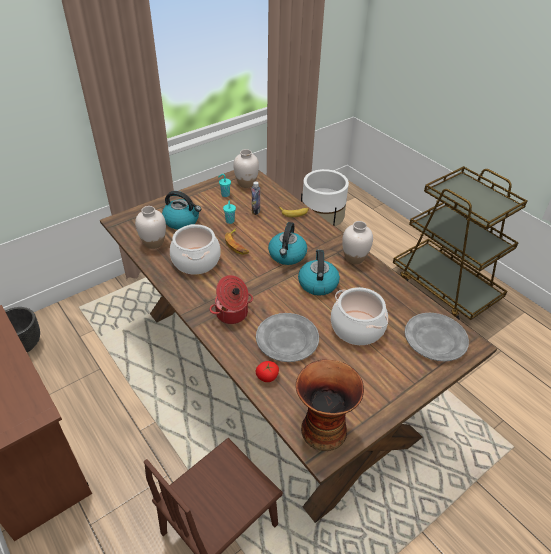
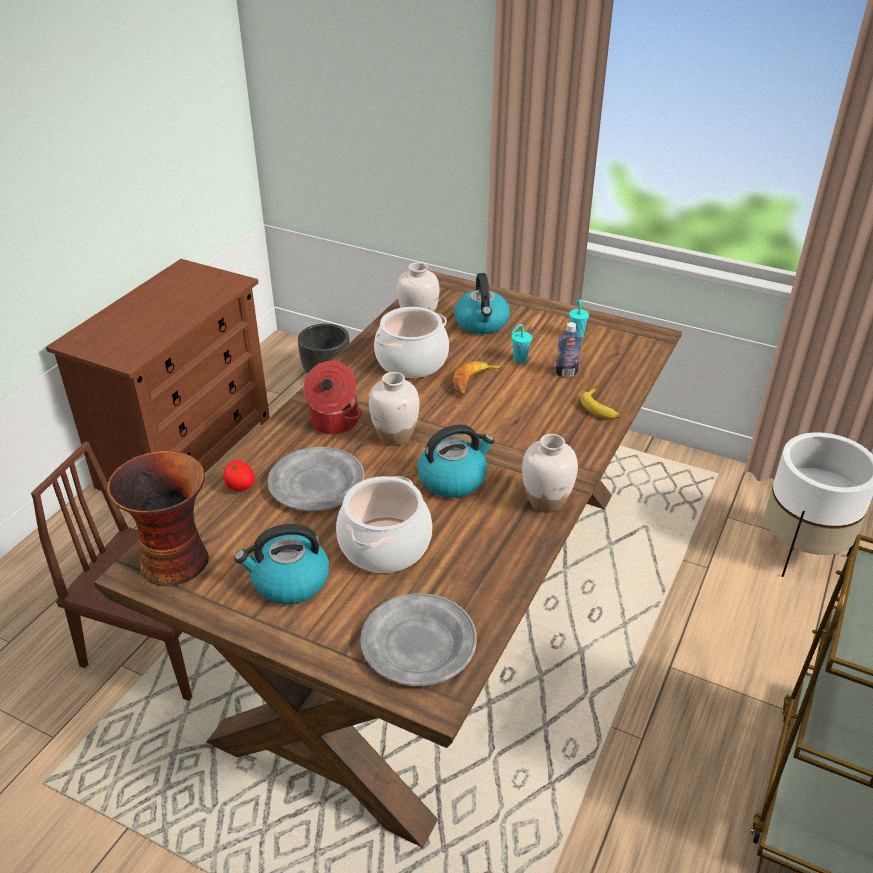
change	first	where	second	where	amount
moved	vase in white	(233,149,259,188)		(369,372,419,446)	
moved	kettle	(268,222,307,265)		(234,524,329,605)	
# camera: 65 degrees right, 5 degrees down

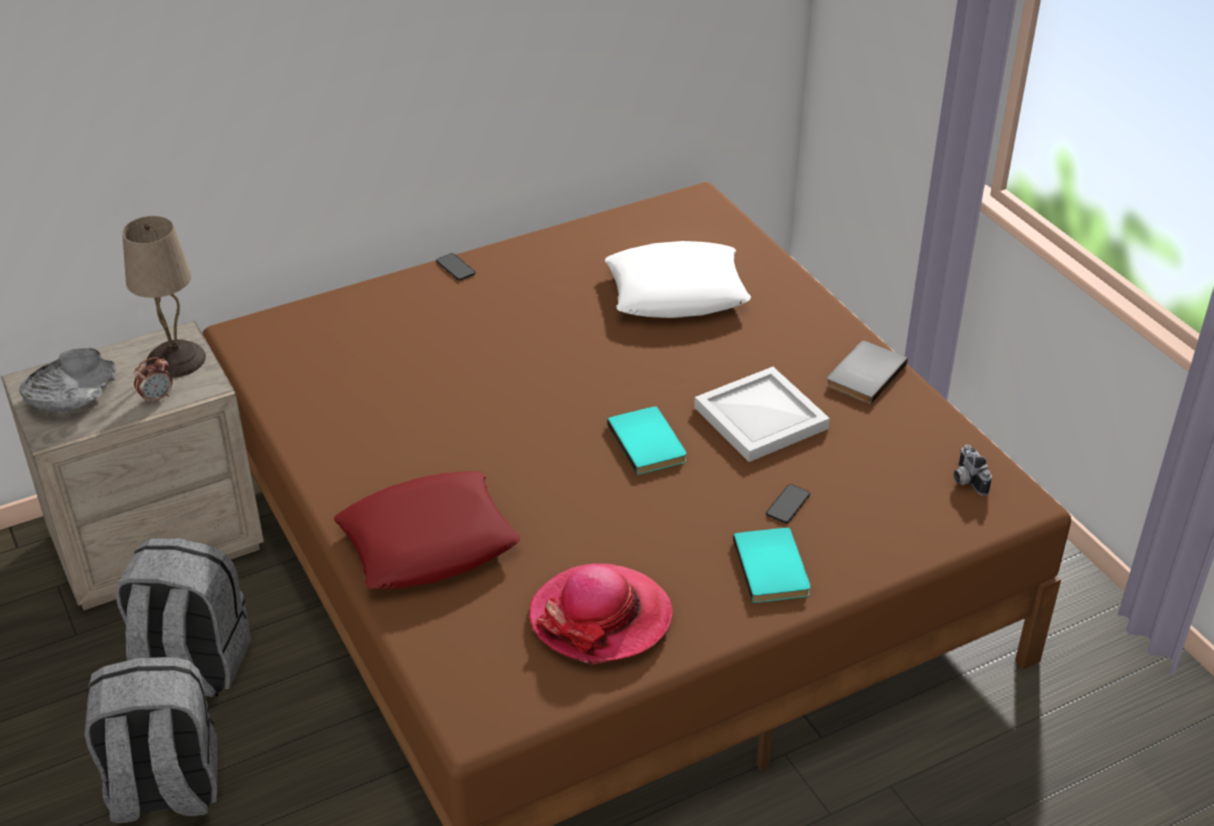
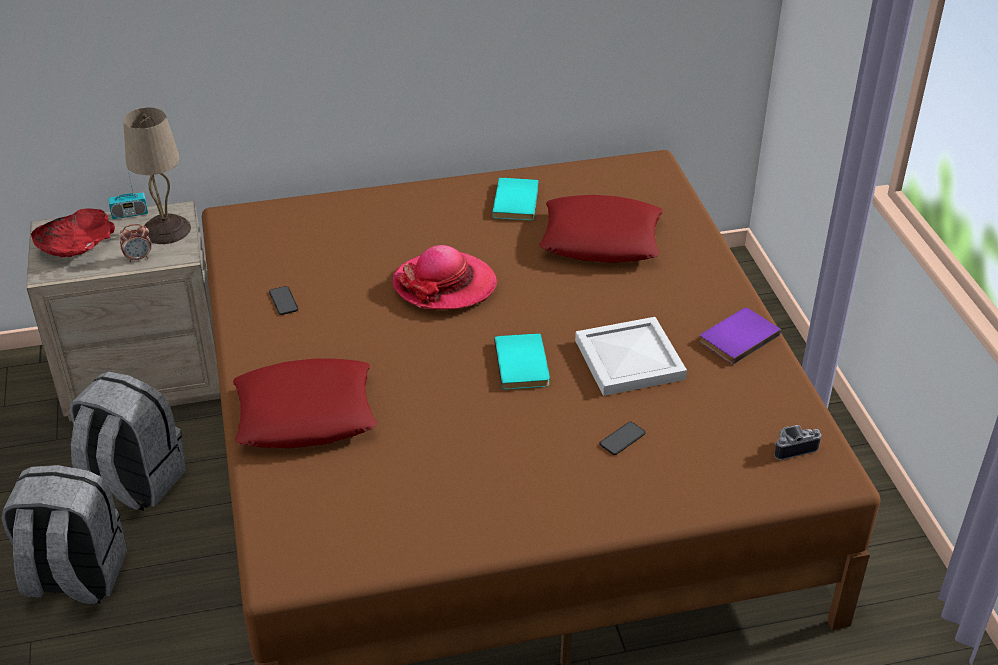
change	first	where	second	where	amount
recoloured	pillow in white	(605,241,751,318)	pillow in red	(539,195,663,263)	
moved	phone	(436,253,476,280)		(269,286,298,315)	
recoloured	book in grey	(826,341,908,405)	book in purple	(699,308,781,365)	
recoloured	bowl in grey	(19,348,116,413)	bowl in red	(31,208,115,258)	
turned	photo camera	(954,444,992,496)		(774,425,821,460)	75 degrees clockwise
moved	book in turquoise	(733,527,810,603)		(492,178,539,220)	
moved	hat	(529,563,673,665)		(392,245,497,310)	
added			radio	(108,171,148,219)	
# camera: 15 degrees right, 0 degrees up

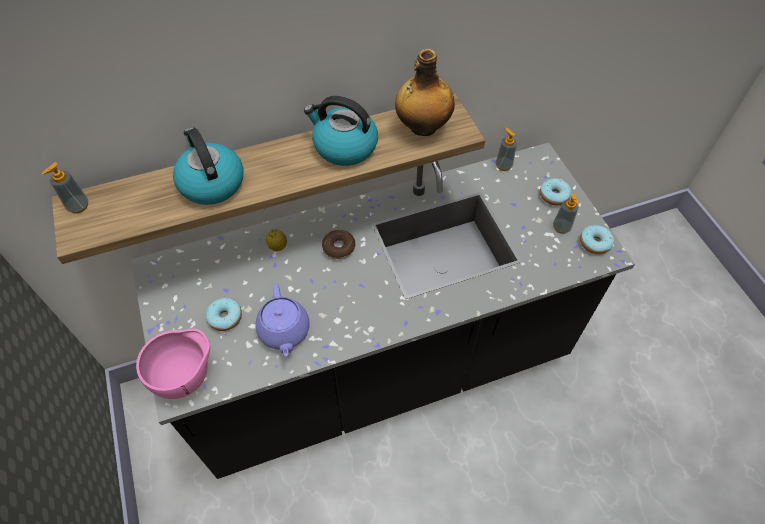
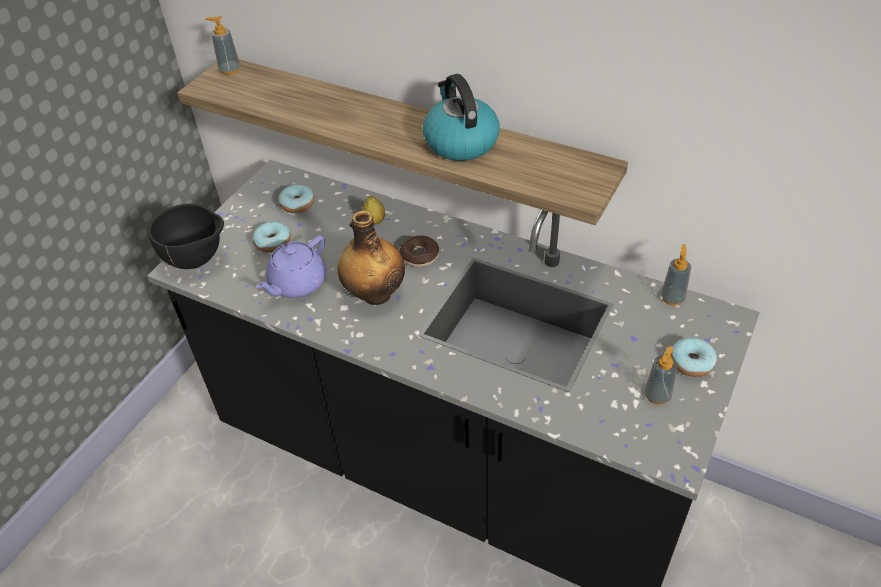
change	first	where	second	where	amount
moved	bottle	(395,49,455,136)		(338,211,405,305)	
removed	kettle	(173,127,243,205)			
moved	donut	(580,225,614,254)		(278,184,315,213)	
recoloured	bowl in pink	(136,329,210,399)	bowl in black	(148,203,224,269)	
# camera: 50 degrees right, 10 degrees down

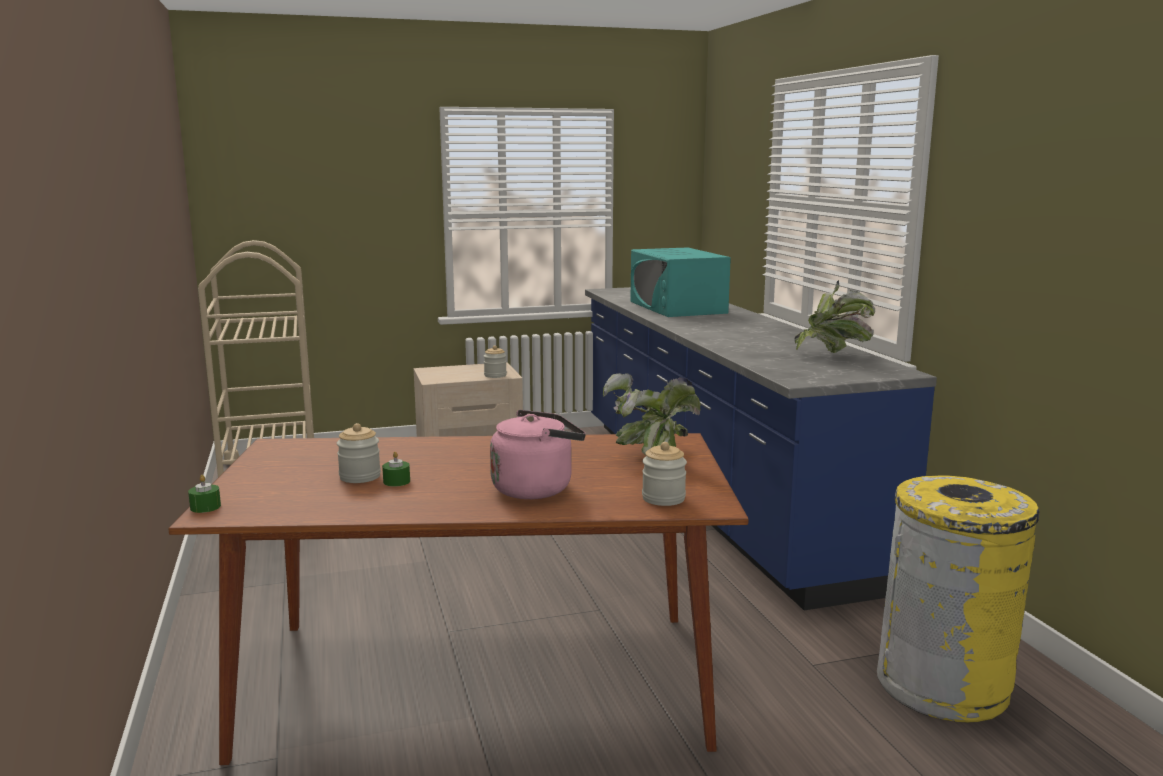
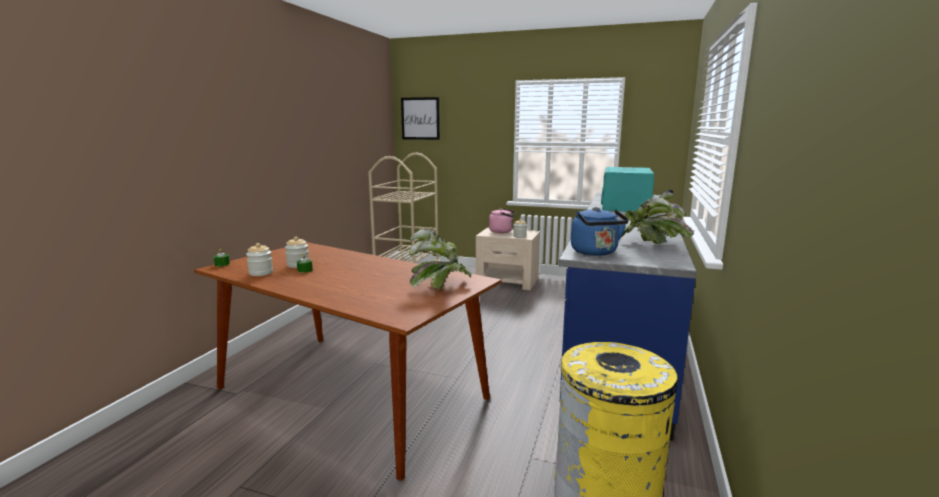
change	first	where	second	where	amount
moved	kettle in pink	(490,410,586,499)		(489,208,516,233)	
moved	jar	(642,442,687,506)		(246,243,273,276)	
added			picture	(401,97,440,140)	
added			kettle in blue	(571,207,629,256)	
# camera: 35 degrees right, 0 degrees up

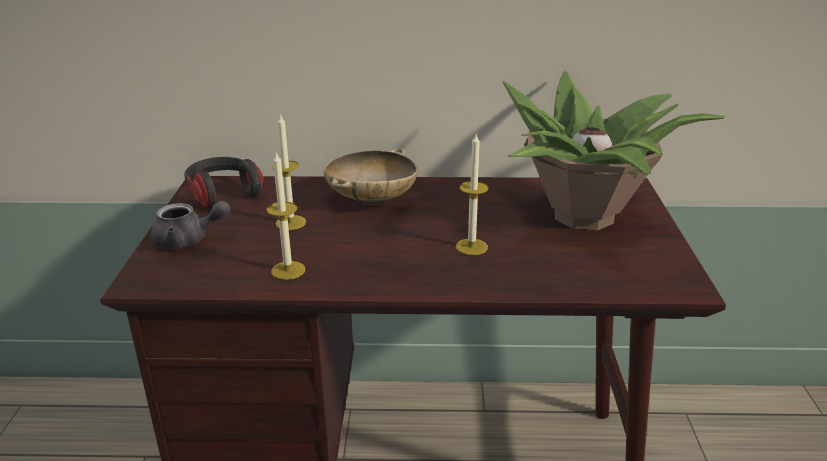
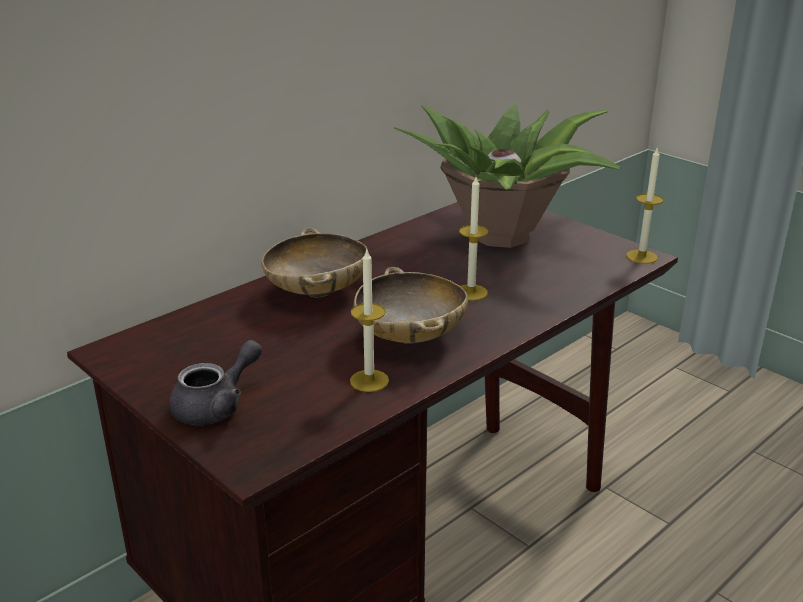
change	first	where	second	where	amount
moved	candle	(272,114,306,230)		(626,148,664,264)	
removed	headphones	(184,157,263,208)			
added			bowl in beige	(354,267,468,344)	
# camera: 45 degrees left, 0 degrees up

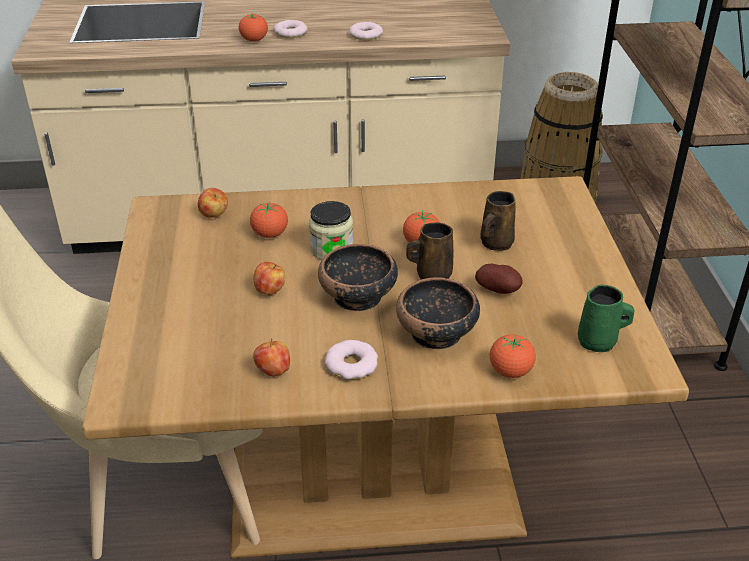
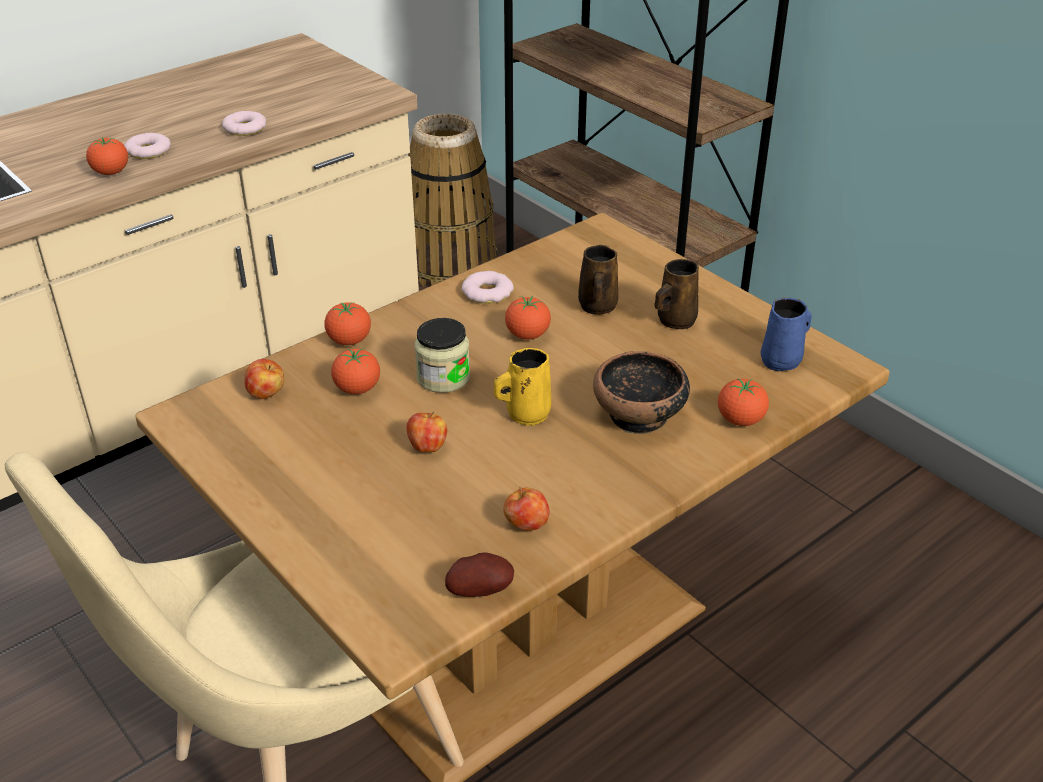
change	first	where	second	where	amount
moved	mug in brown	(406,222,453,280)		(654,259,699,329)	
replaced	bowl	(318,244,398,311)	mug in yellow	(494,348,552,426)	
moved	potato	(475,264,522,294)		(445,552,514,597)	
recoloured	mug in green	(578,285,634,352)	mug in blue	(761,297,812,371)	
moved	donut	(325,340,378,380)		(462,271,514,304)	
added			tomato	(324,302,371,345)	
# camera: 35 degrees left, 0 degrees up

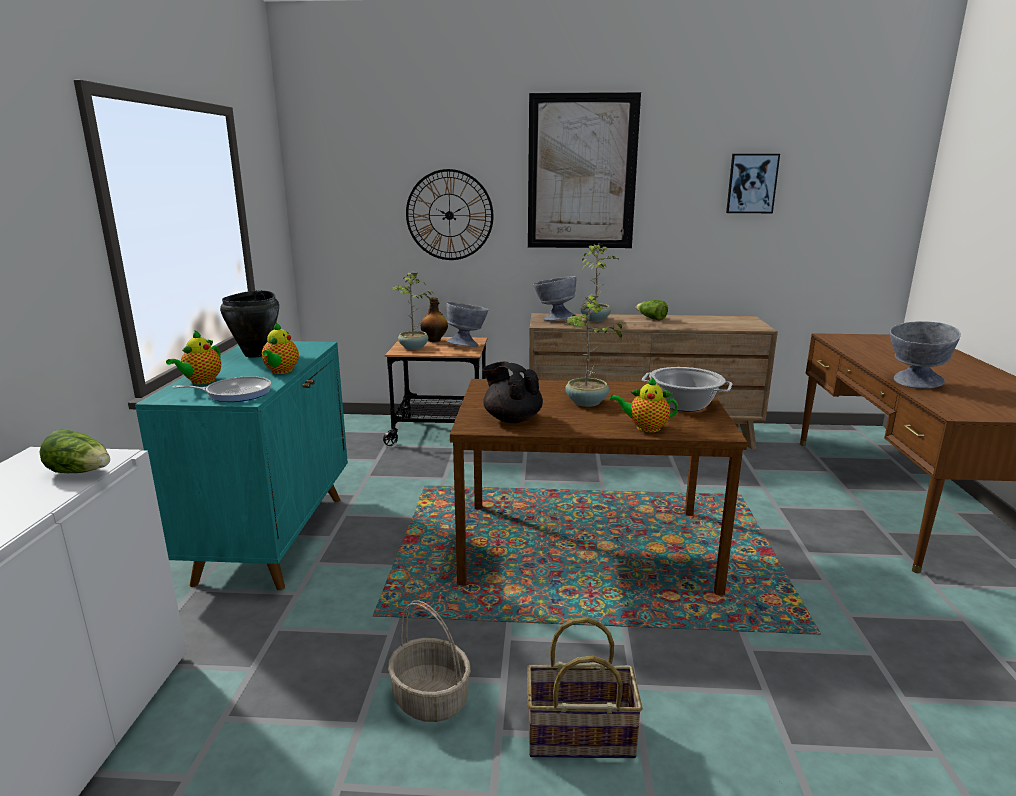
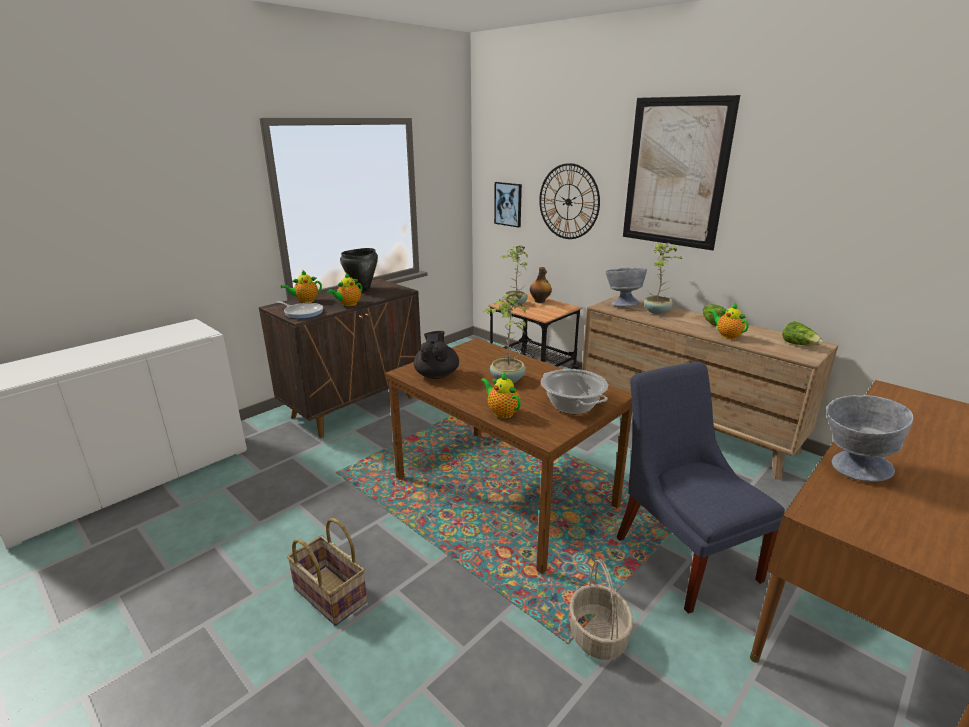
change	first	where	second	where	amount
moved	picture	(726,154,780,213)		(494,182,522,228)	
removed	bowl in grey	(447,302,488,347)			
recoloured	cabinet in turquoise	(135,341,348,590)	cabinet in brown	(259,279,421,438)	
moved	lettuce	(40,429,110,473)		(782,321,823,345)	
moved	basket	(388,600,471,722)		(569,559,633,660)	
added			teapot	(709,303,749,339)	
added			chair in blue	(617,362,785,614)	
# camera: 40 degrees right, 5 degrees up

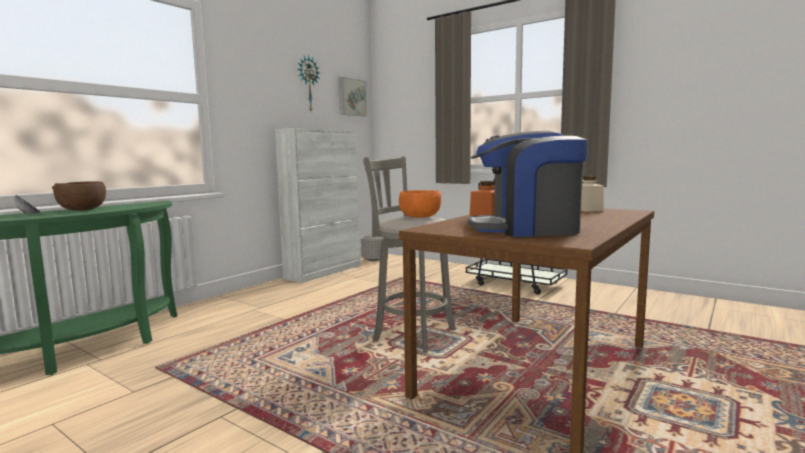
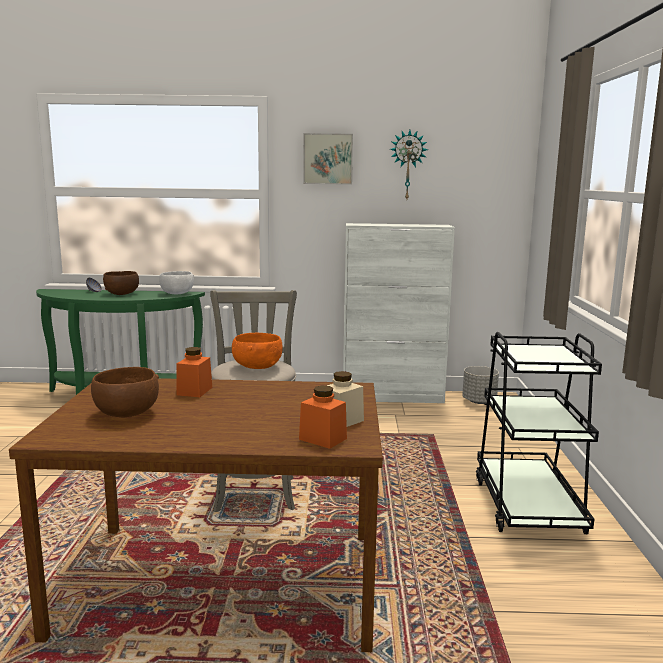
change	first	where	second	where	amount
moved	picture	(339,77,367,116)		(303,133,353,185)	
replaced	coffee machine	(468,131,588,237)	bowl in brown	(91,367,159,417)	
added			bowl in white	(159,271,194,294)	
added			jar in orange	(299,385,347,449)	
# camera: 55 degrees right, 5 degrees up

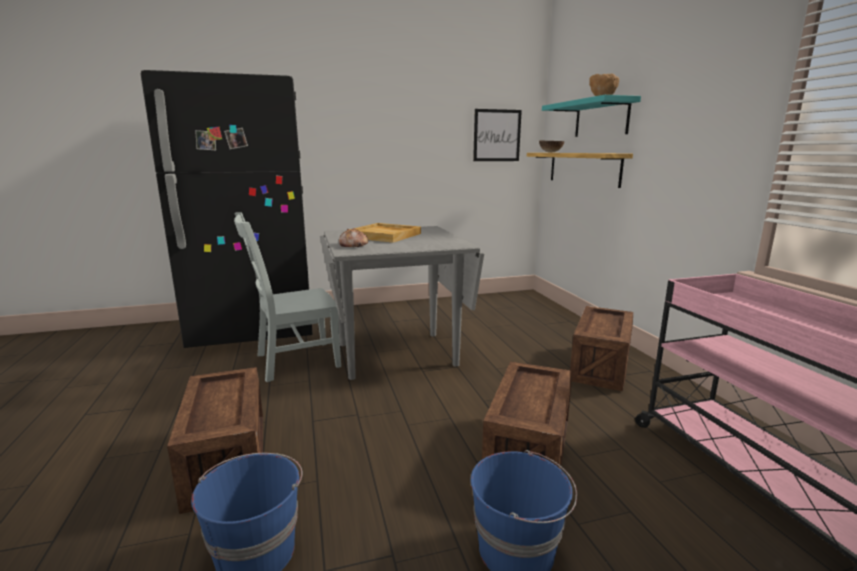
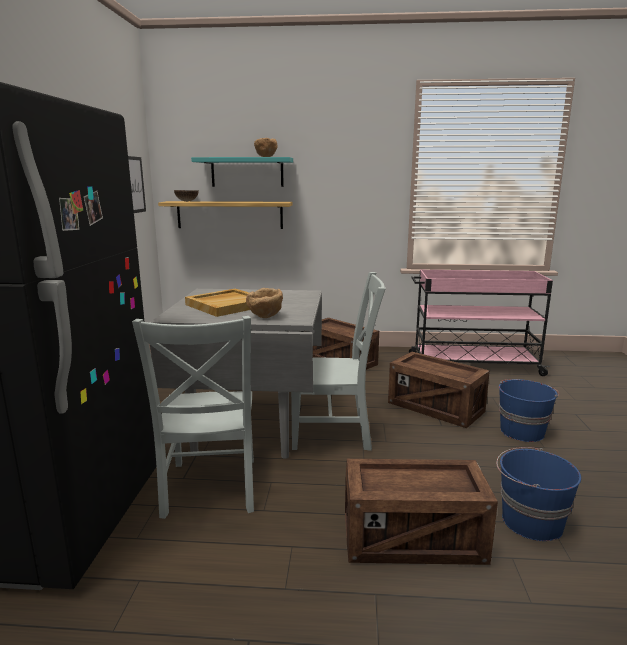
change	first	where	second	where	amount
replaced	bread	(339,228,368,247)	bowl in brown	(246,288,283,318)	
added			chair in grey	(291,272,386,451)	
# camera: 70 degrees left, 0 degrees up

